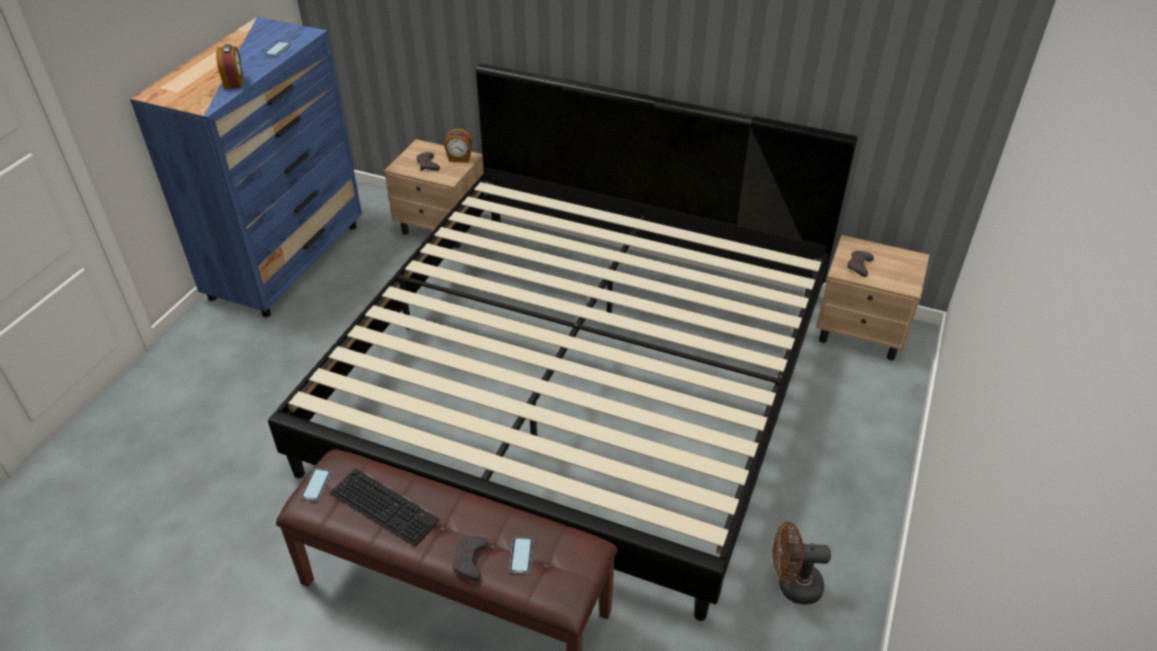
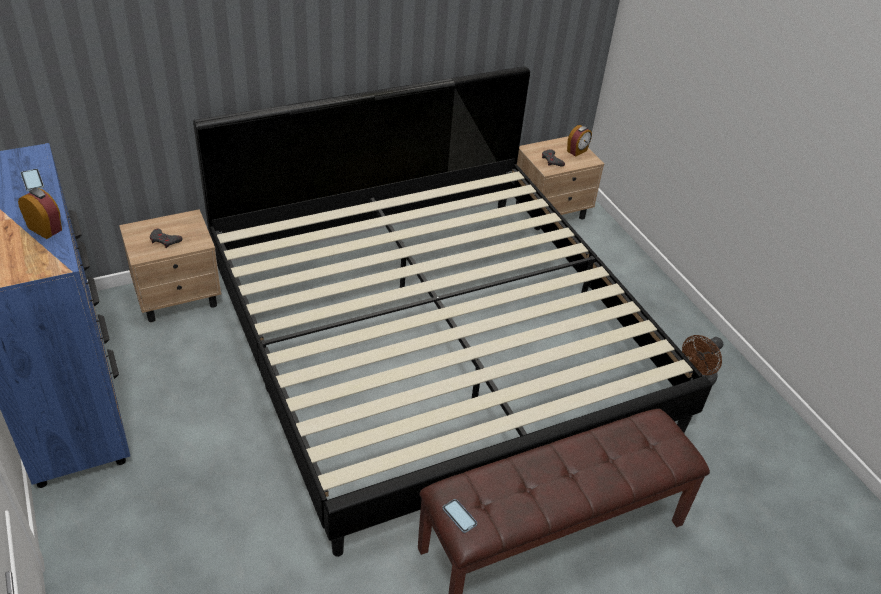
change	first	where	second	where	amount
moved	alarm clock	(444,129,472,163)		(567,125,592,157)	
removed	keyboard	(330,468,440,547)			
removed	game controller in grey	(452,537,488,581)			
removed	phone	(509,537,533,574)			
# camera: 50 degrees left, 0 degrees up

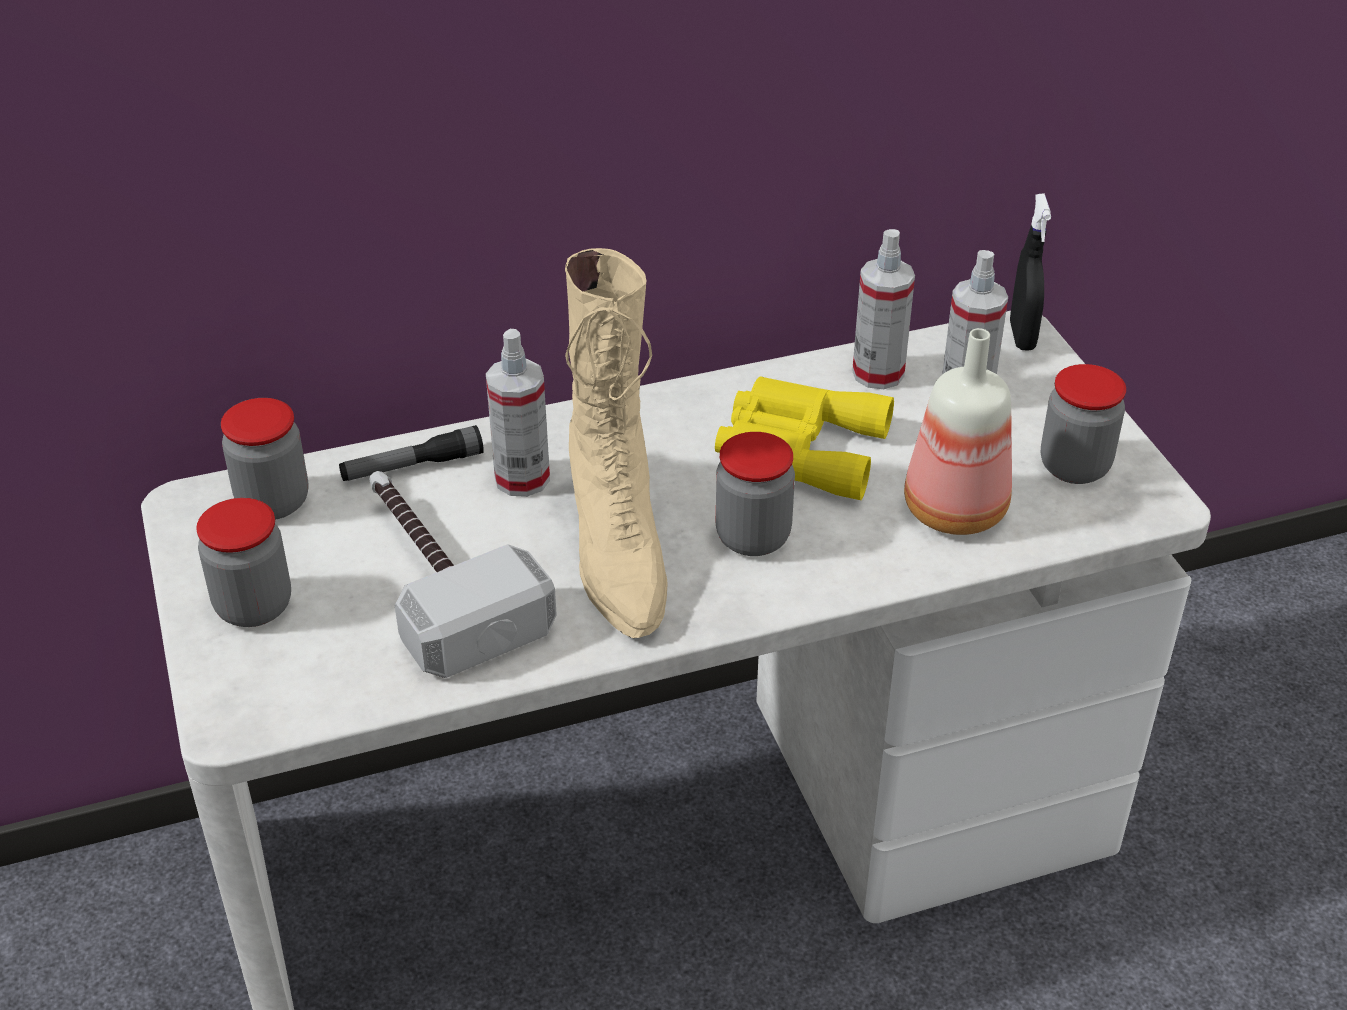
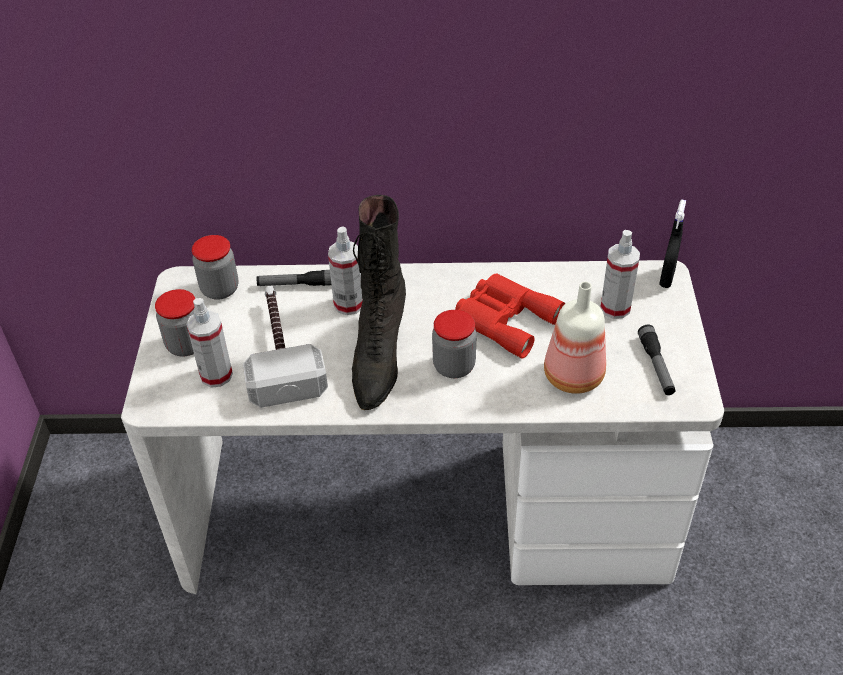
change	first	where	second	where	amount
moved	spray bottle	(852,229,915,389)		(186,298,233,388)	
recoloured	boot in beige	(565,248,667,638)	boot in black	(352,195,406,410)	
replaced	jar	(1041,364,1126,484)	flashlight	(638,325,675,395)	
recoloured	binoculars in yellow	(715,376,894,500)	binoculars in red	(455,273,565,359)	
# camera: 20 degrees right, 5 degrees up

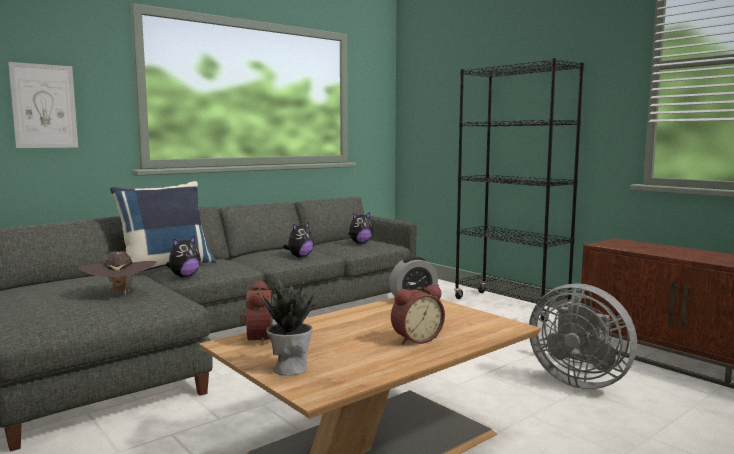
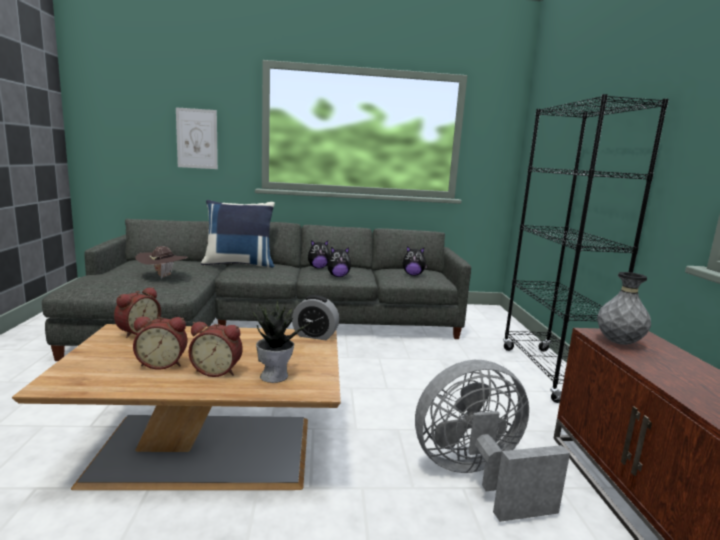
change	first	where	second	where	amount
moved	plush toy	(166,236,201,277)		(308,240,330,268)	
moved	potted plant	(258,276,322,376)		(253,301,307,383)	
turned	fan in grey	(529,283,637,389)		(415,360,570,522)	90 degrees clockwise
added			vase in grey	(597,272,651,345)	
added			alarm clock	(133,316,188,370)	
# camera: 35 degrees right, 5 degrees up

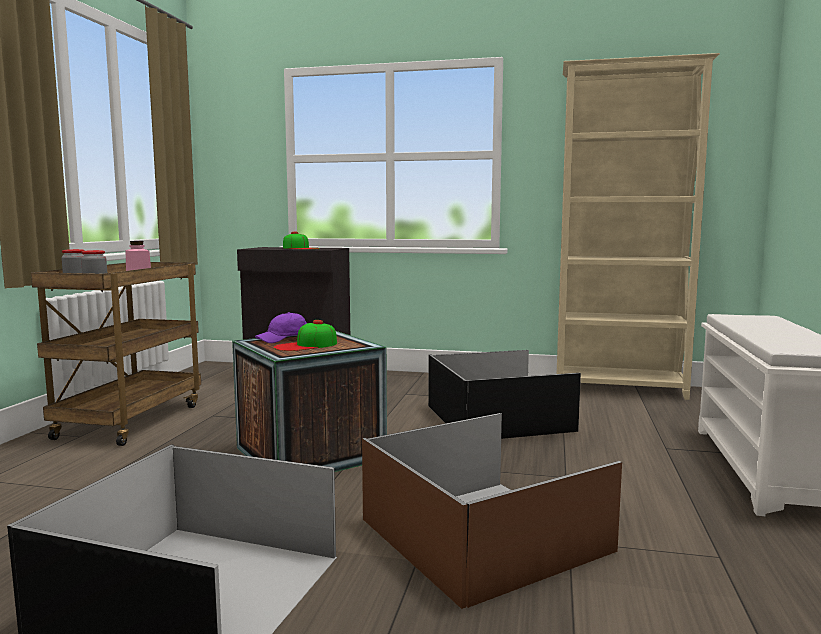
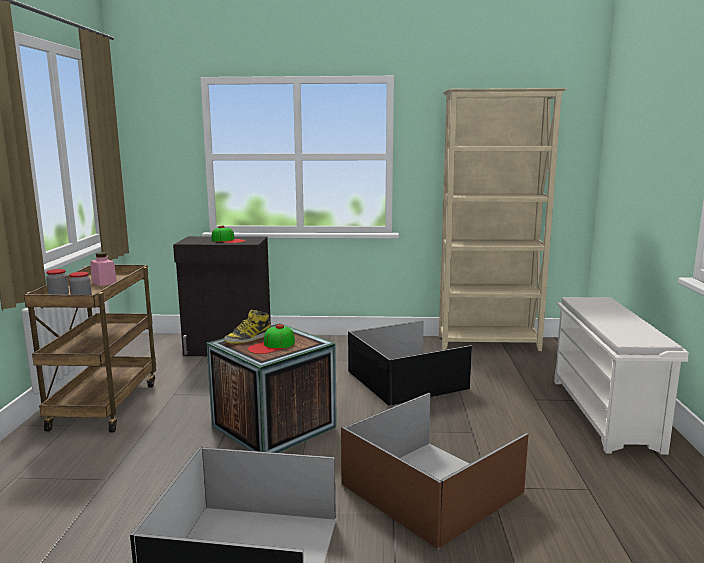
change	first	where	second	where	amount
replaced	cap in purple	(255,312,307,343)	boot	(224,310,271,344)	
# camera: 10 degrees left, 5 degrees up

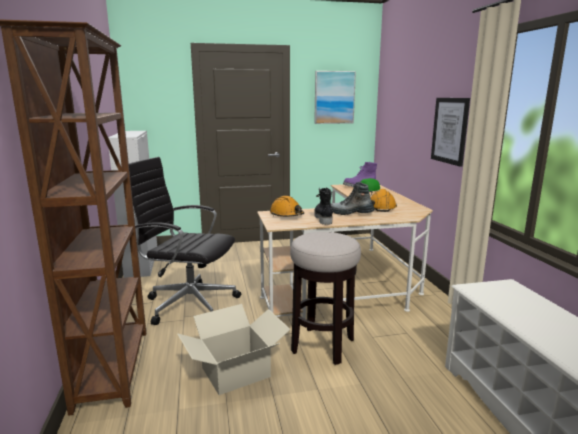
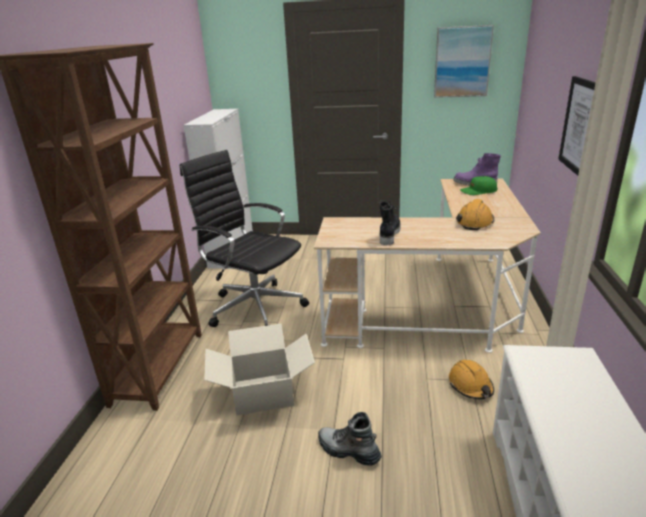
change	first	where	second	where	amount
moved	boot	(331,182,375,215)		(318,412,381,466)	
moved	hard hat in orange	(270,196,304,217)		(449,360,494,399)	
removed	stool	(290,232,361,365)			
# camera: 20 degrees right, 10 degrees up

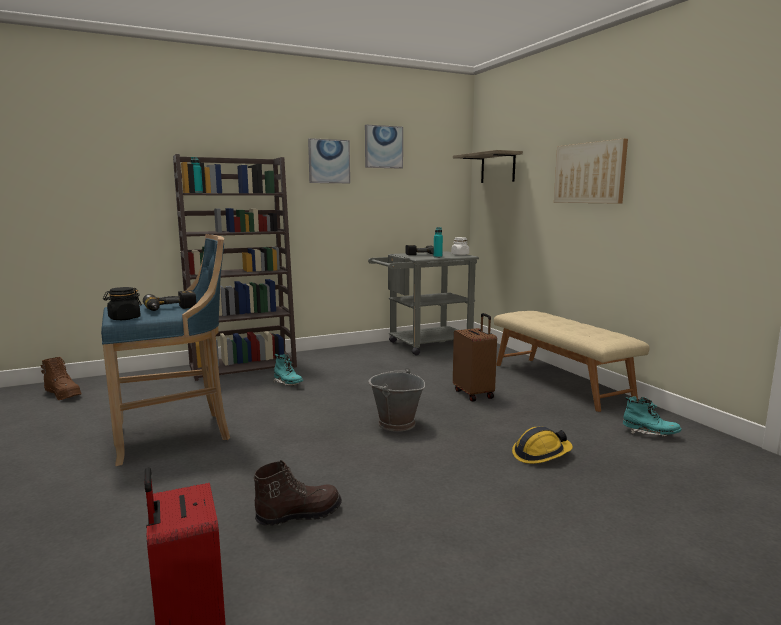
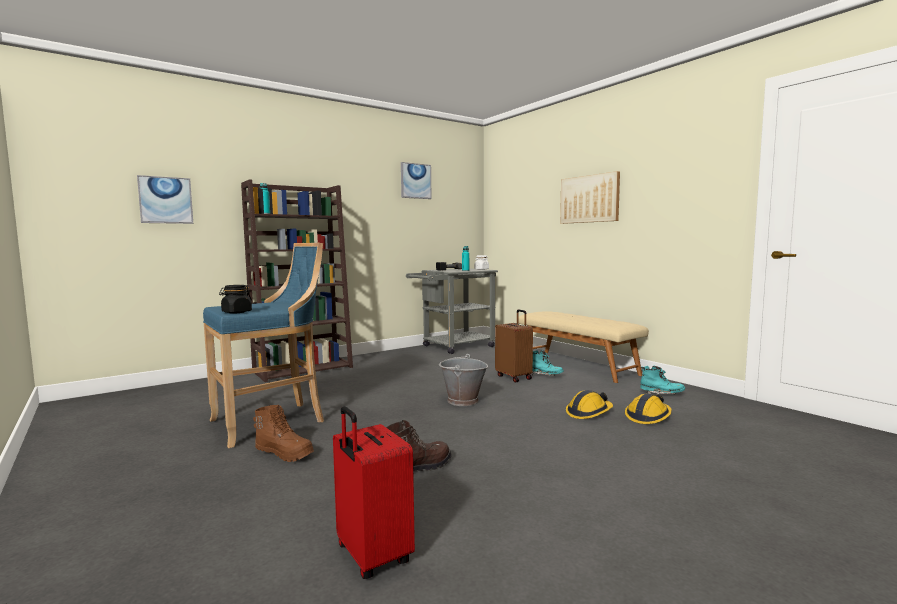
change	first	where	second	where	amount
moved	picture	(308,138,350,183)		(137,175,193,224)	
removed	shelf	(453,150,523,183)			
removed	power drill	(143,290,196,311)			
moved	boot in turquoise	(273,354,303,386)		(532,350,564,376)	
moved	boot in brown	(41,357,82,400)		(253,405,314,462)	
added			hard hat	(625,393,672,424)	
# camera: 10 degrees left, 5 degrees down

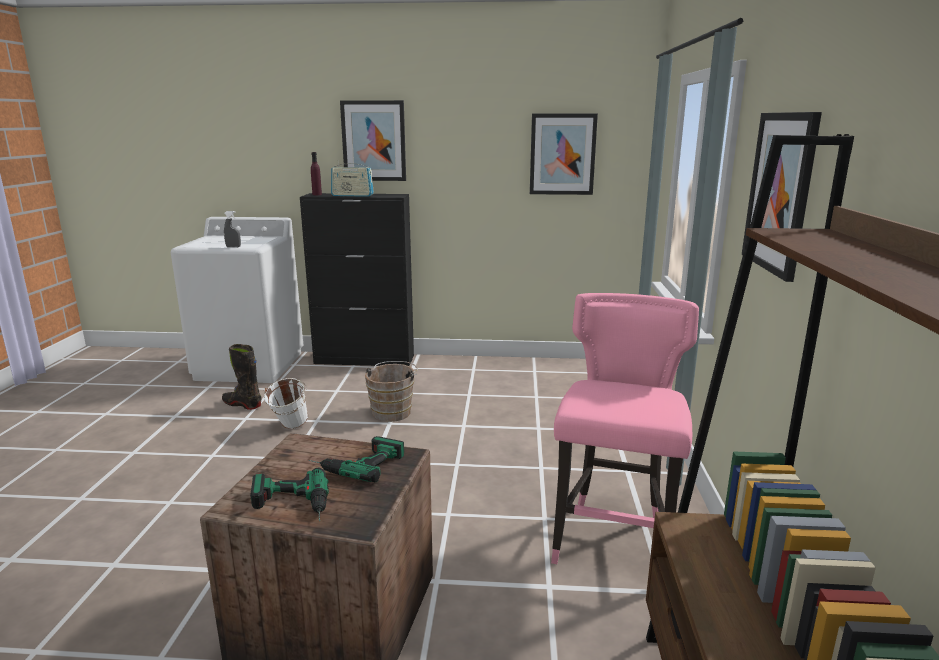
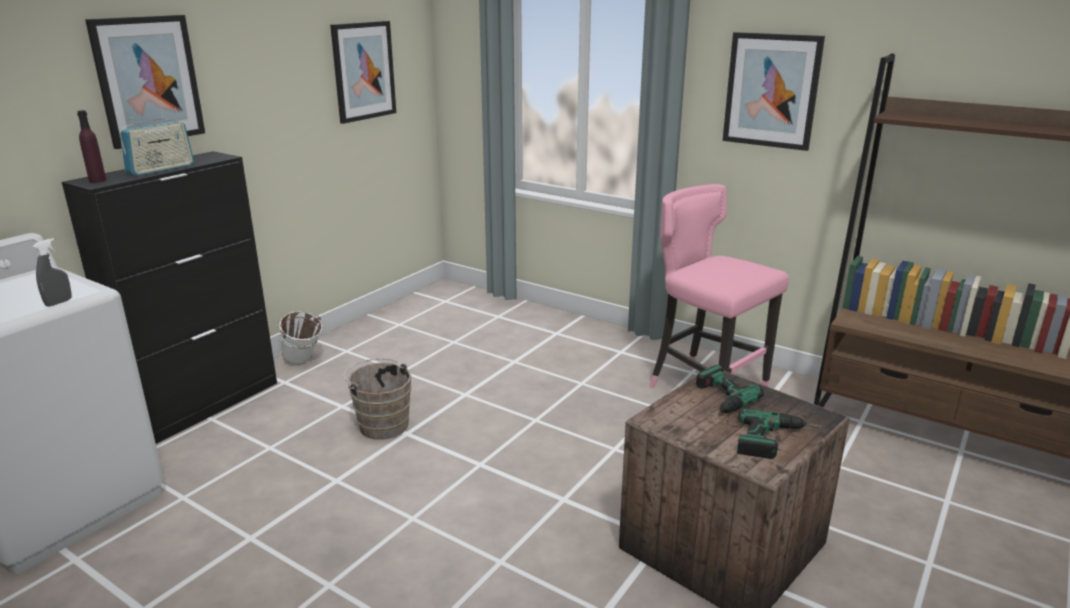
change	first	where	second	where	amount
removed	boot in black	(222,344,261,410)			
moved	bucket in white	(264,378,308,429)		(276,311,323,365)	
# camera: 60 degrees left, 5 degrees up

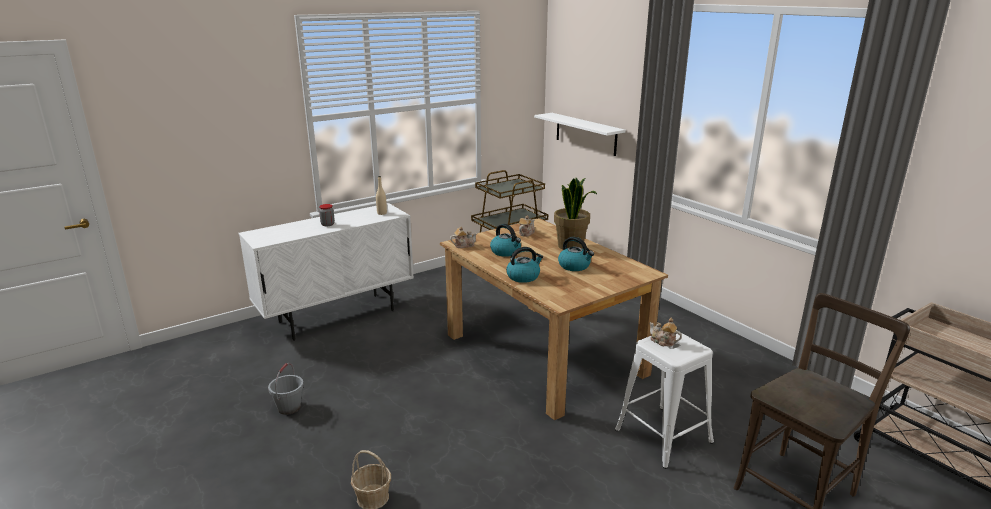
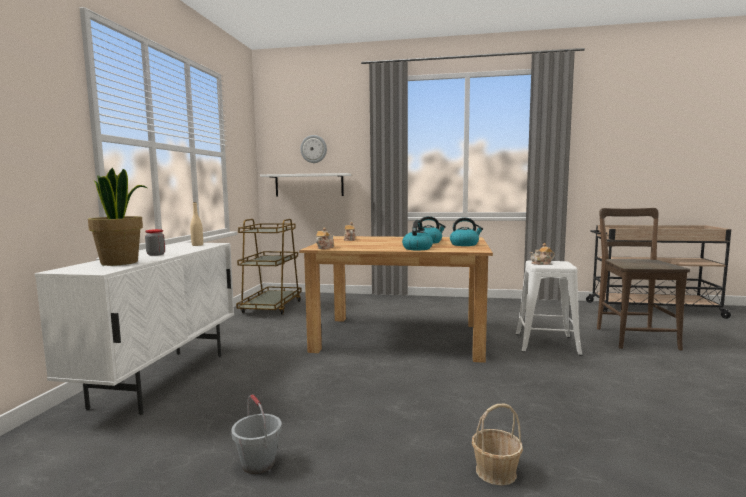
change	first	where	second	where	amount
moved	potted plant	(554,178,597,249)		(88,168,147,266)	
moved	kettle	(490,224,521,257)		(450,217,483,246)	
added			wall clock	(300,135,327,163)	
# camera: 45 degrees left, 15 degrees down

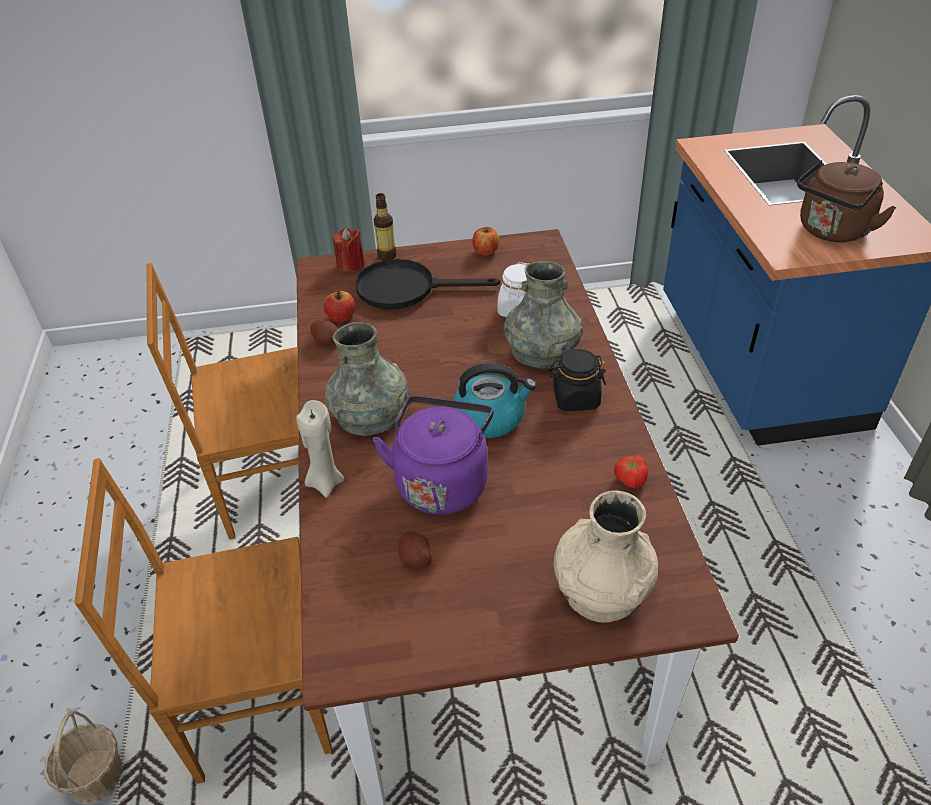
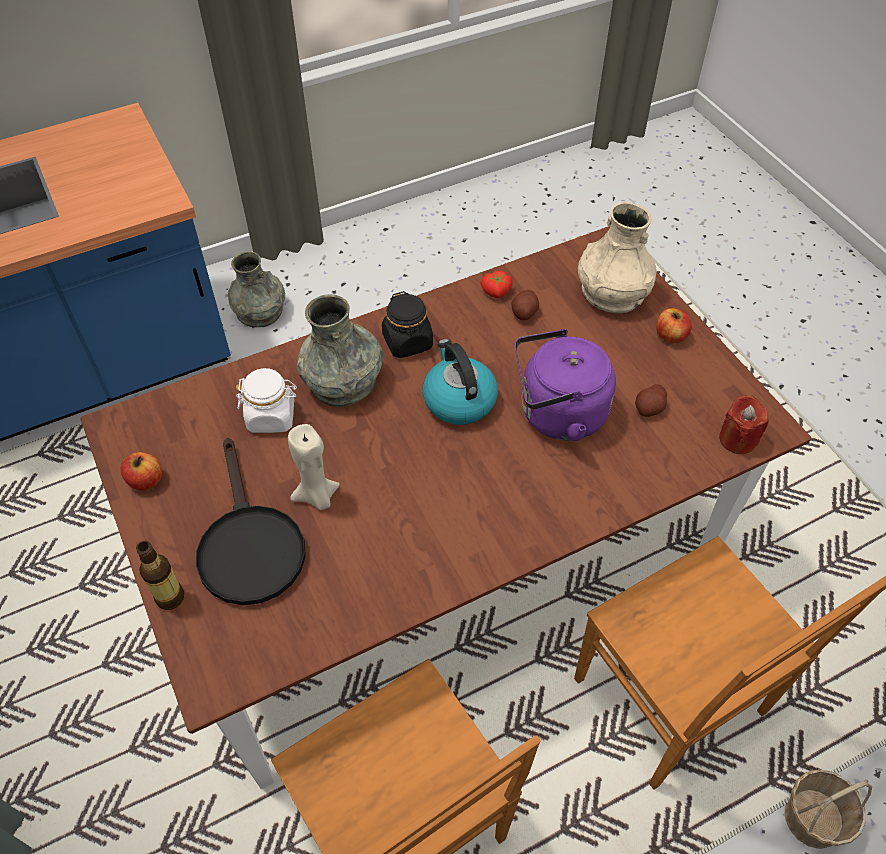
change	first	where	second	where	amount
removed	kettle in brown	(797,160,897,242)			
moved	candle in red	(333,228,365,272)		(719,395,769,454)	
moved	apple	(324,291,355,322)		(656,308,692,343)	
moved	potato	(311,320,338,345)		(511,290,539,320)	
moved	vase in grey	(325,322,409,436)		(228,251,285,327)	
moved	candle in beige	(296,400,344,498)		(288,424,340,510)	
# camera: 110 degrees left, 10 degrees up

